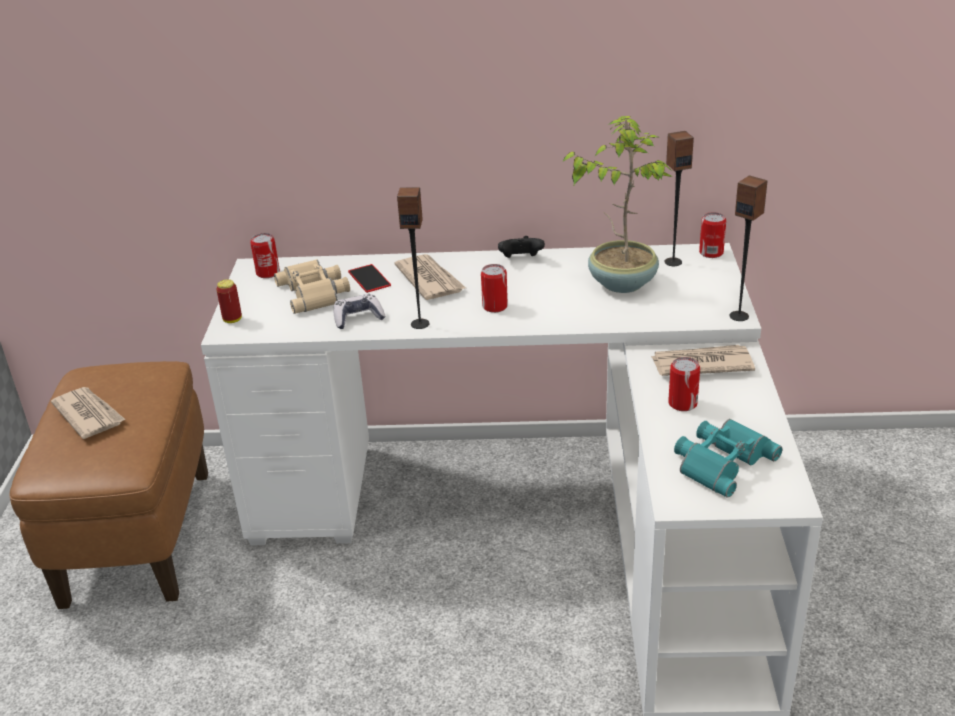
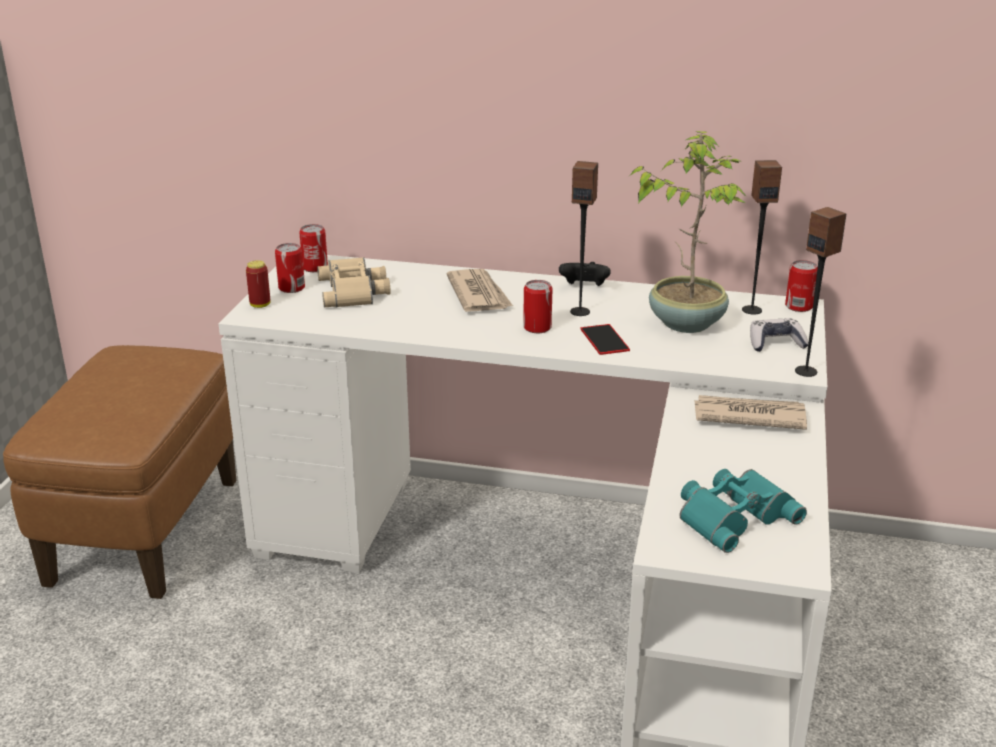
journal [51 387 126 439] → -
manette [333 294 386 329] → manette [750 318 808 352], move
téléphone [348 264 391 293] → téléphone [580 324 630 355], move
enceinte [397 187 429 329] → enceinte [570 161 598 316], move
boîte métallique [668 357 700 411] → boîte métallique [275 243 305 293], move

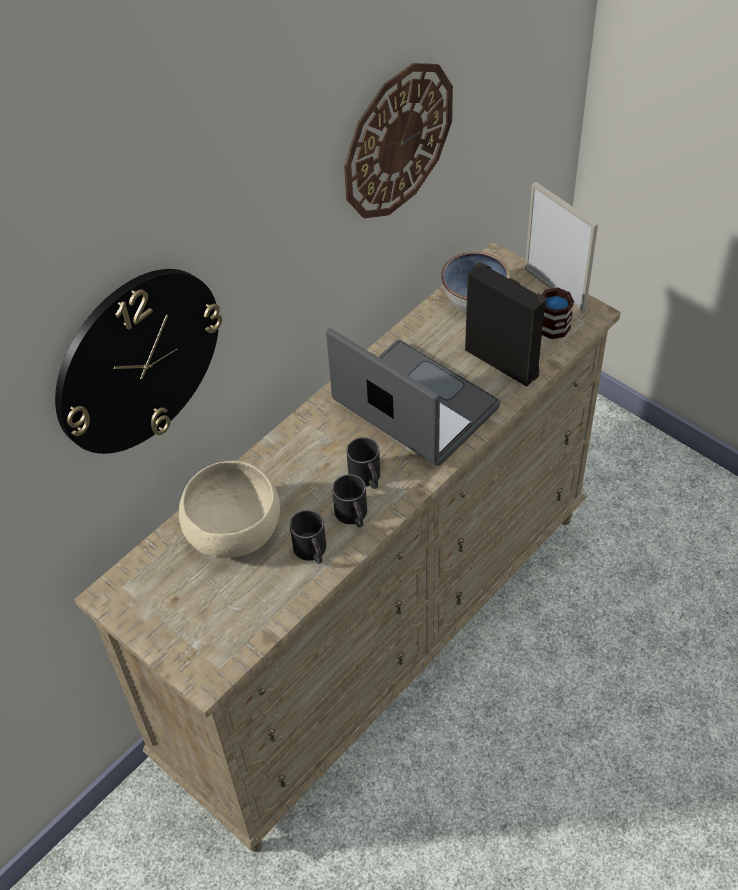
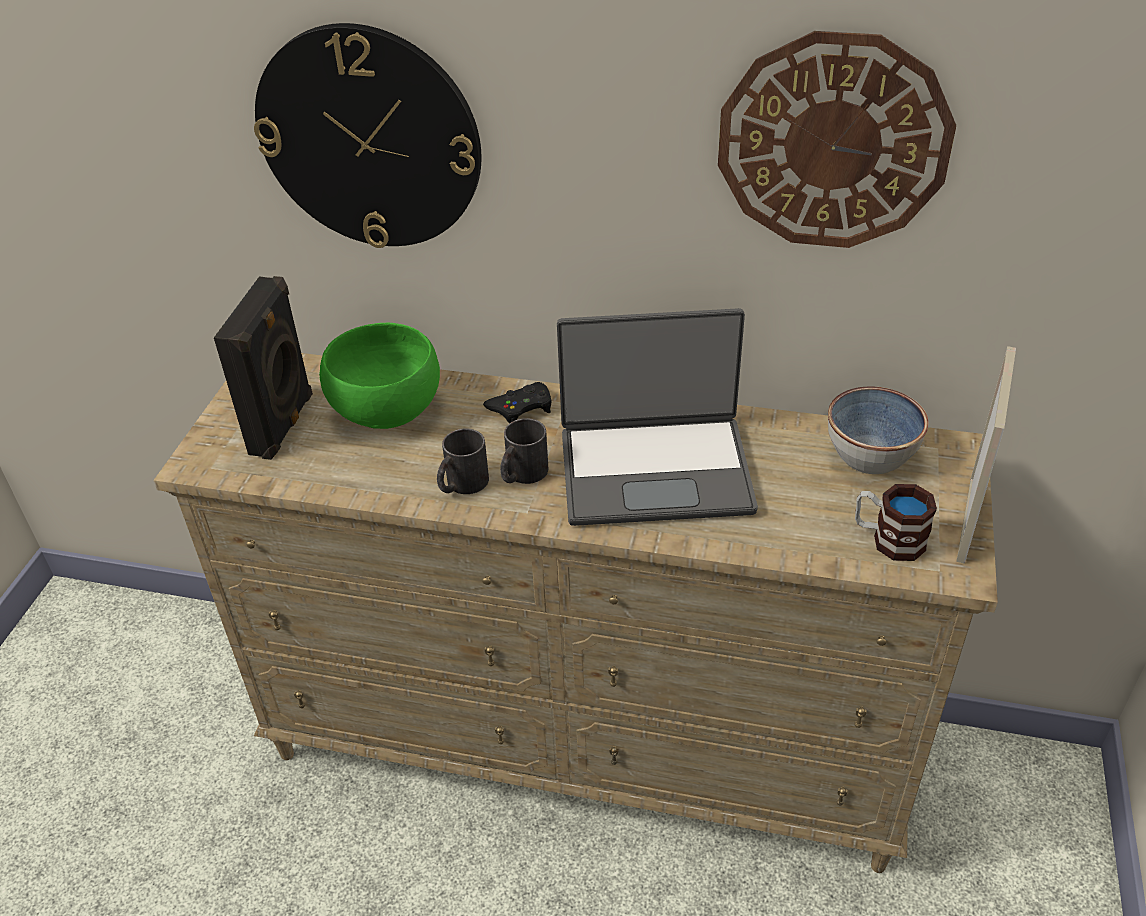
mug (noir) [290 510 326 564] → -
- → manette (noir) [483 382 551 424]
enceinte (noir) [465 261 547 387] → enceinte (noir) [214 276 313 460], move
bol (beige) [179 461 280 558] → bol (vert) [319 323 440 429]
ordinateur portable [326 328 501 466] → ordinateur portable [557 308 758 526], 75 degrees clockwise

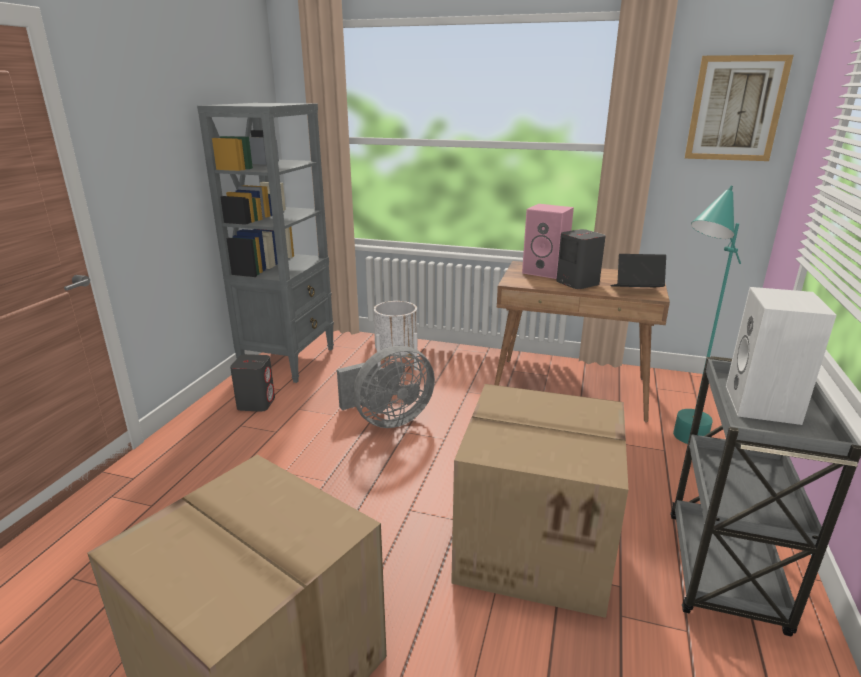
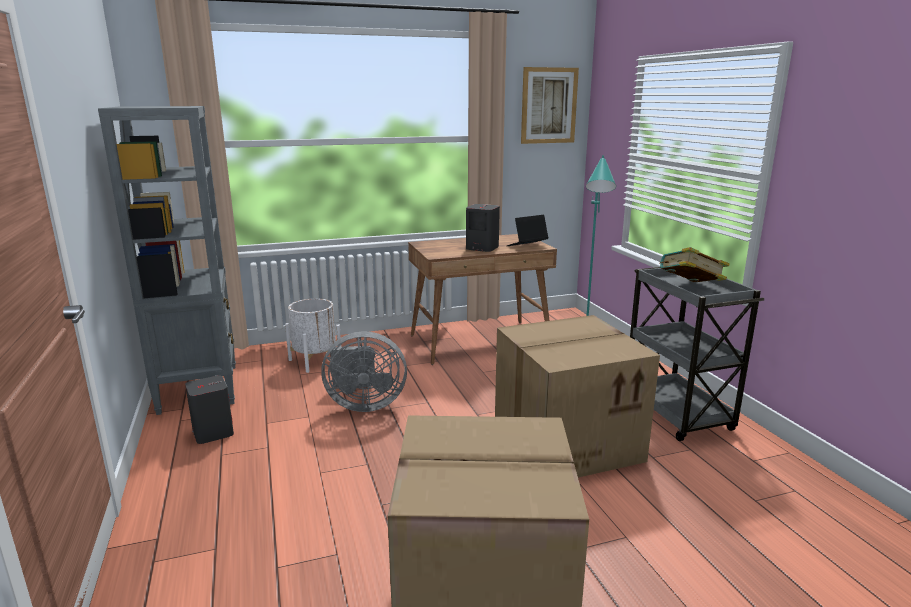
enceinte (rose) [522 204 574 279] → -
enceinte (blanc) [726 287 836 425] → livre [659 247 730 282]
ventilateur (gris) [337 346 435 428] → ventilateur (gris) [321 331 407 412], 60 degrees clockwise

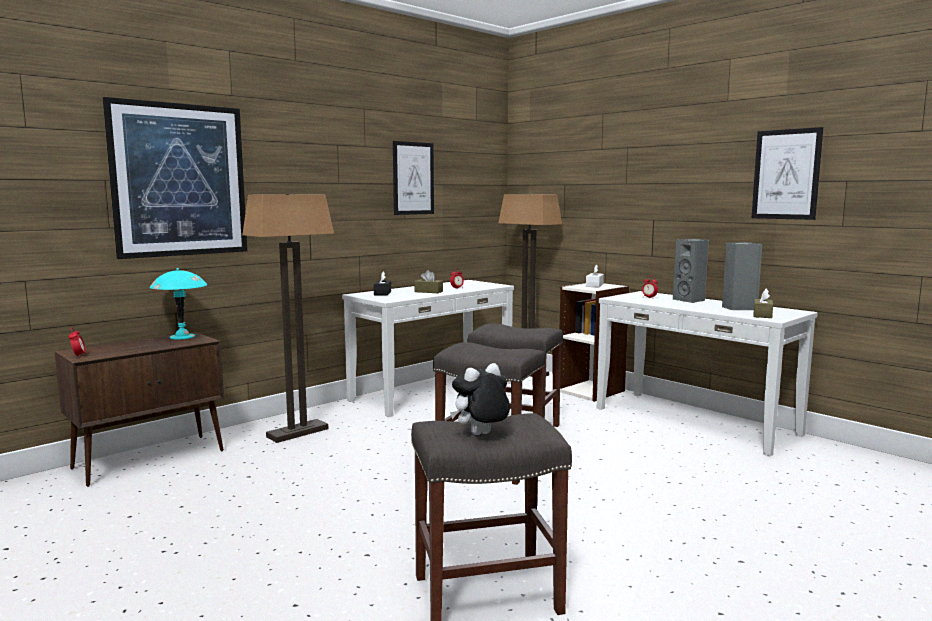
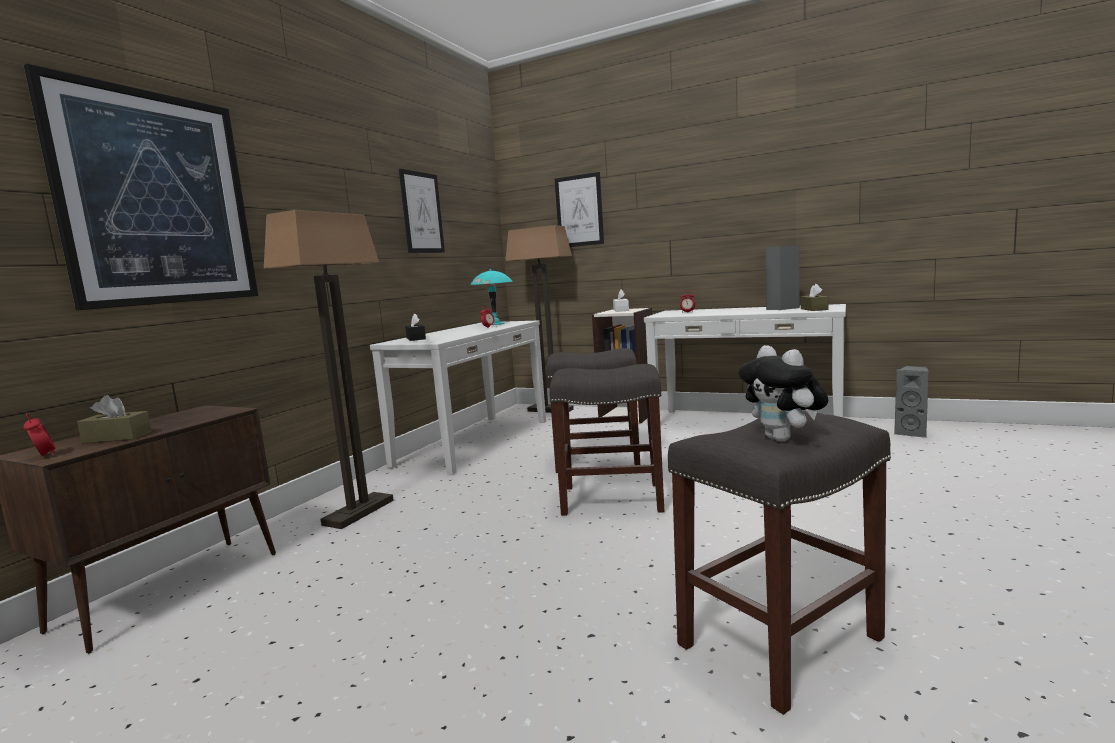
lampe de table (turquoise) [150 268 207 340] → lampe de table (turquoise) [471 269 513 325], move
boîte à mouchoirs (marron) [414 270 443 293] → boîte à mouchoirs (marron) [77 395 152 444], move
enceinte (gris) [673 239 709 303] → enceinte (gris) [894 366 929 438], move
tableau [752 127 823 220] → tableau [555 172 604 247], move
peluche [450 363 510 435] → peluche [738 345 828 442], 60 degrees counterclockwise

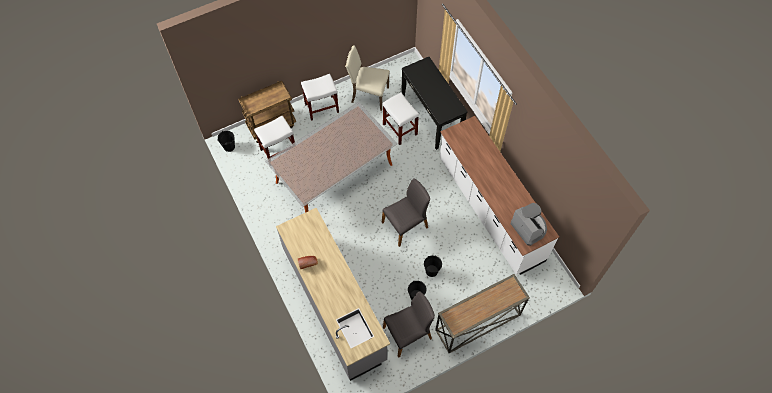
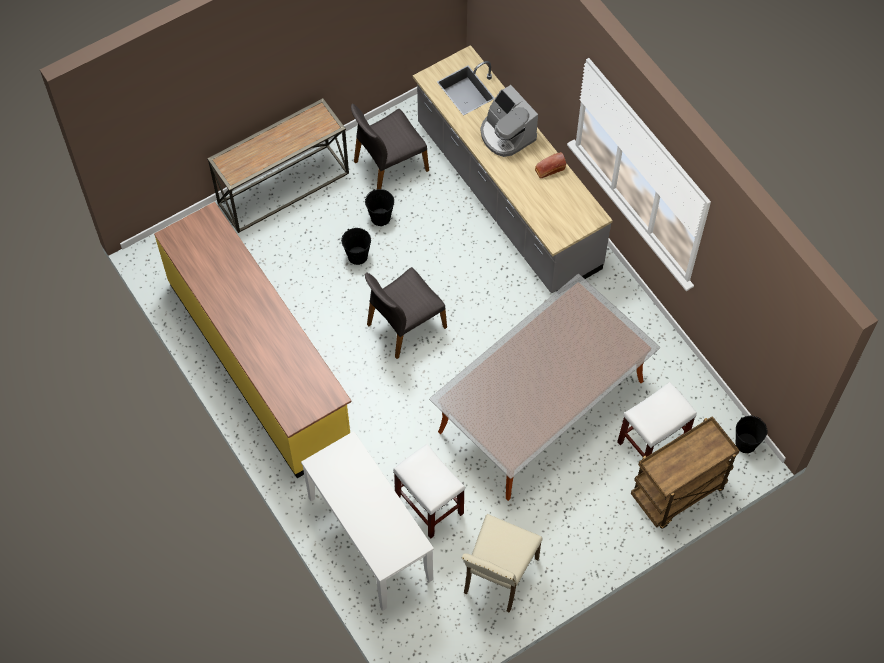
tabouret (blanc) [301 74 339 121] → -
machine à café [511 203 547 246] → machine à café [480 85 538 157], move
table console (noir) [401 57 468 150] → table console (blanc) [301 431 434 611]
comptoir de cuisine (blanc) [440 116 559 275] → comptoir de cuisine (jaune) [154 202 351 478]
chaise (beige) [345 45 390 111] → chaise (beige) [462 514 543 613], 105 degrees clockwise

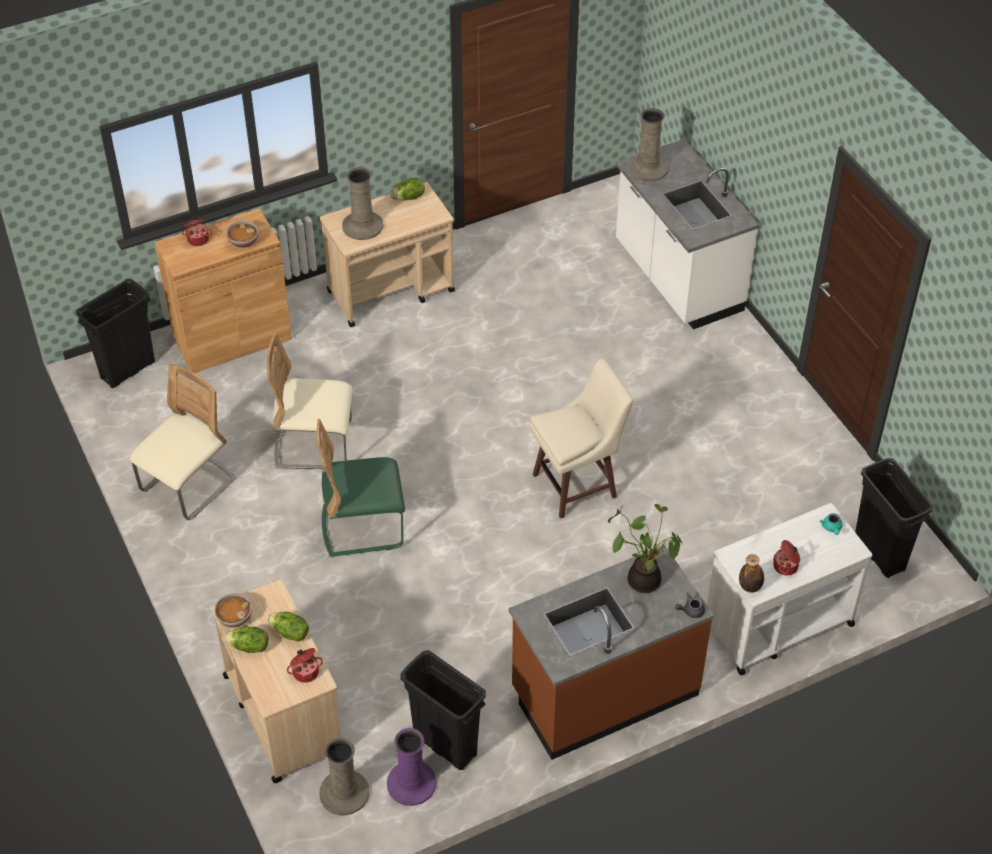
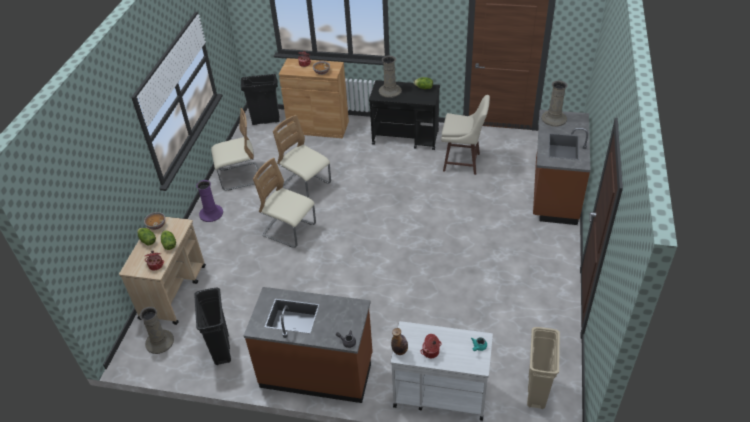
plante en pot [608 504 683 593] → -
vase (violet) [387 728 436 806] → vase (violet) [196 180 223 222], move
tabouret (beige) [529 359 633 519] → tabouret (beige) [441 95 490 175], move
chaise (vert) [317 419 405 557] → chaise (beige) [253 158 316 248]
chariot (beige) [320 182 455 327] → chariot (noir) [369 80 440 150]
comptoir de cuisine (blanc) [616 139 759 329] → comptoir de cuisine (marron) [533 110 590 225]
poubelle (noir) [855 458 934 578] → poubelle (beige) [527 327 560 409]

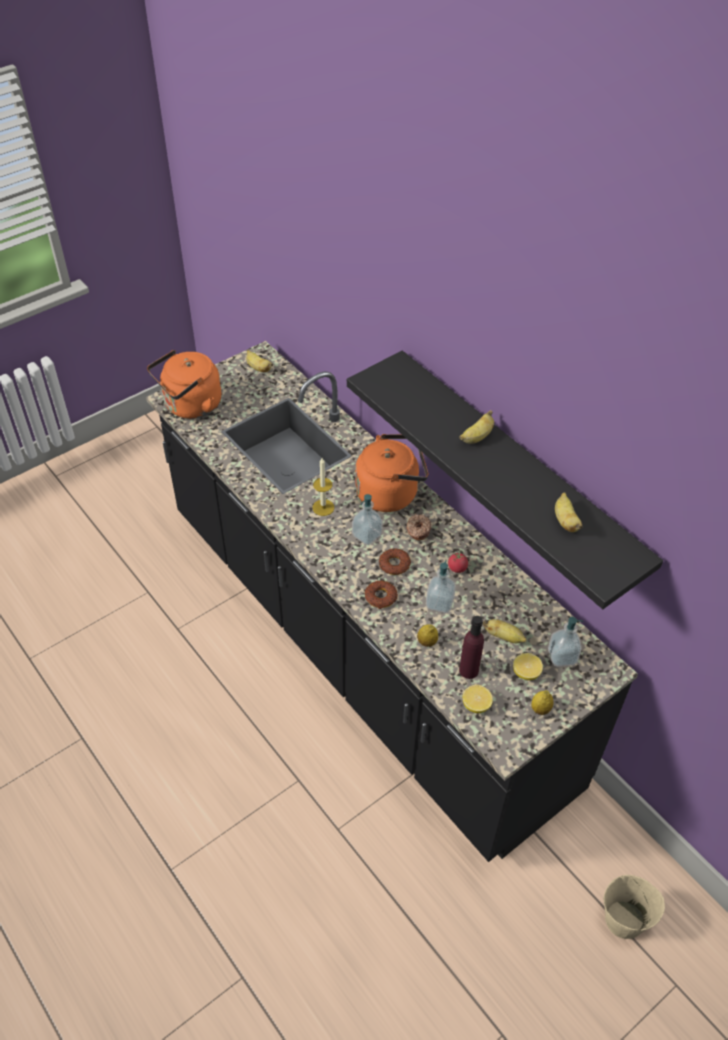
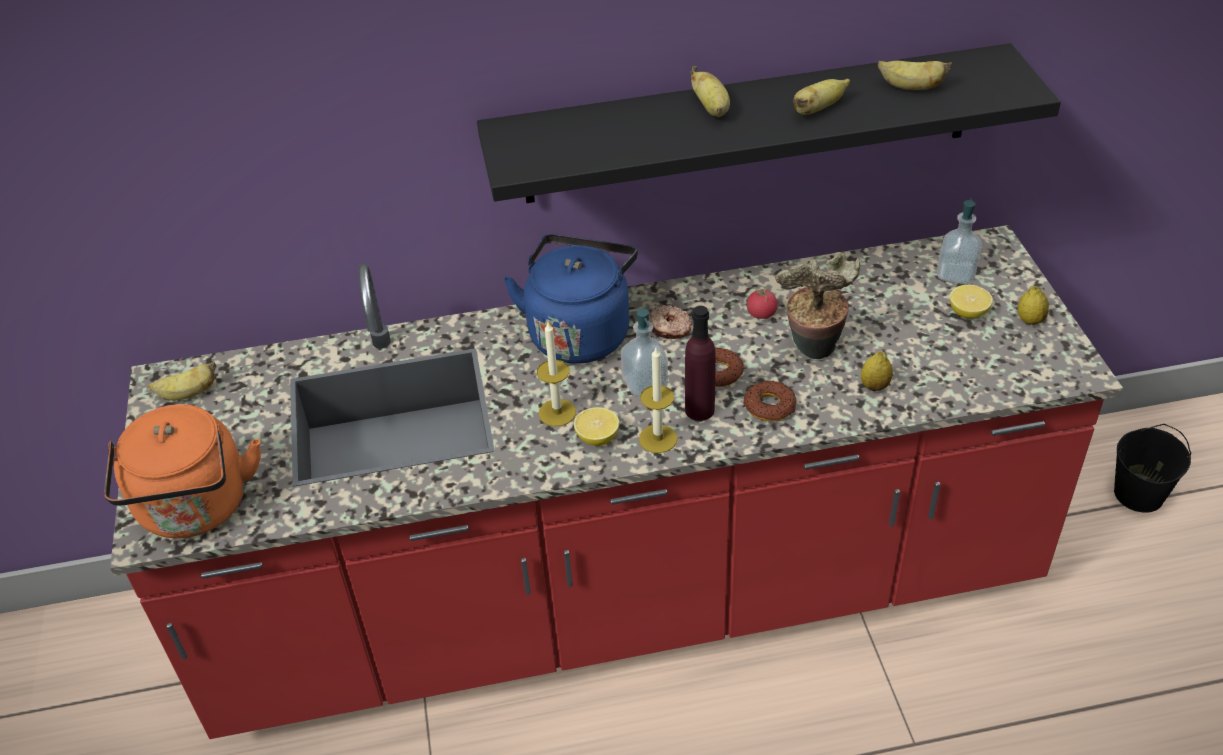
- → bougie [639 348 678 453]
bouteille (violet) [459 616 484 679] → bouteille (violet) [685 306 716 421], move
citron [462 685 493 713] → citron [574 407 619 446], move
banane [483 619 526 643] → banane [793 79 850 115], move
distributeur de savon [426 560 456 613] → plante en pot [775 252 861 359]
comptoir de cuisine (noir) [146 341 638 862] → comptoir de cuisine (rouge) [110 225 1123 739]
bouilloire (orange) [355 434 428 512] → bouilloire (bleu) [504 234 638 363]
seau (beige) [603 875 665 939] → seau (noir) [1114 424 1191 513]

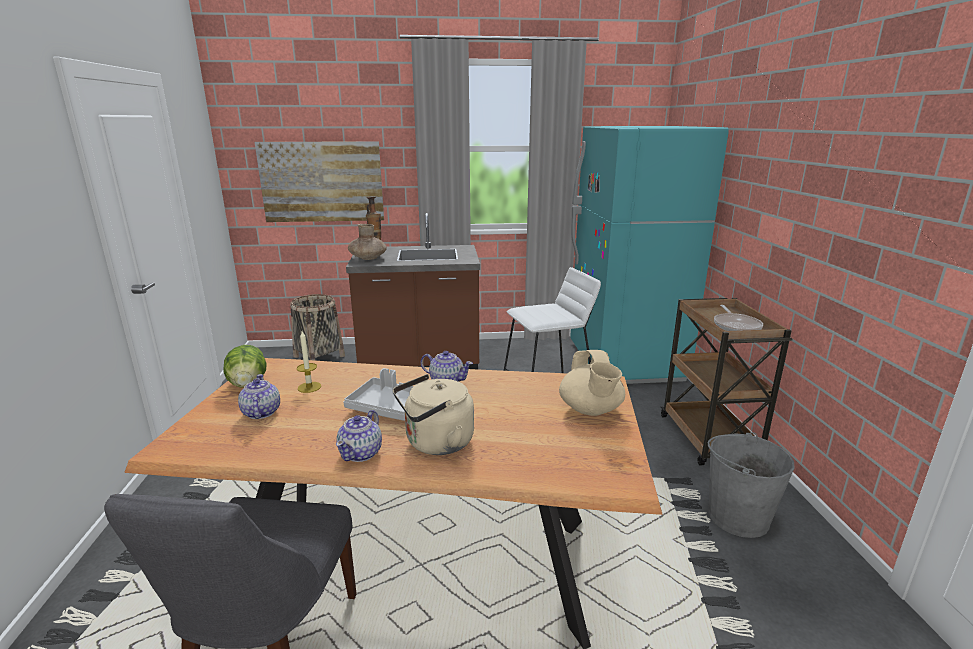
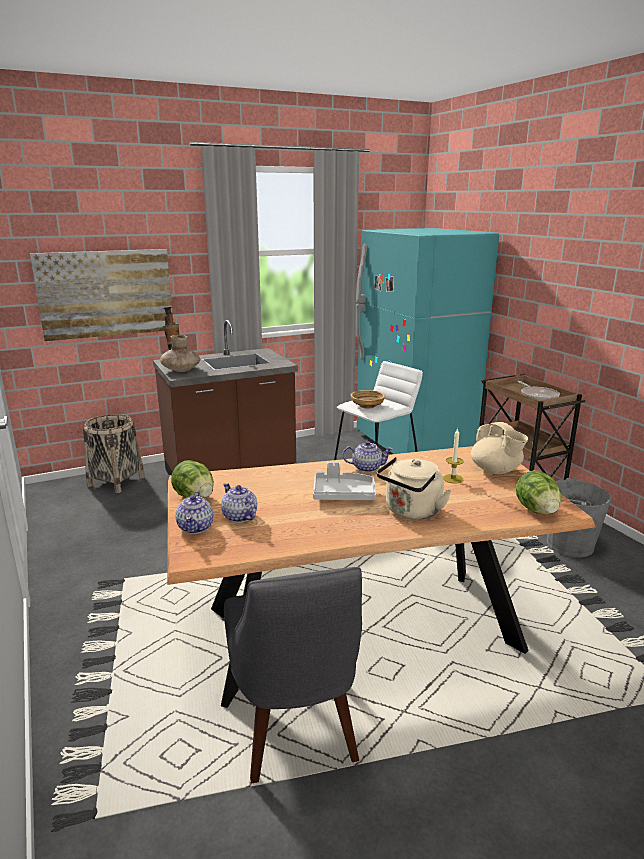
- → bol (beige) [351 390 385 408]
- → laitue [516 470 561 514]
bougie [297 331 321 393] → bougie [443 428 464 483], move
théière [336 410 382 462] → théière [175 491 213 534], move

